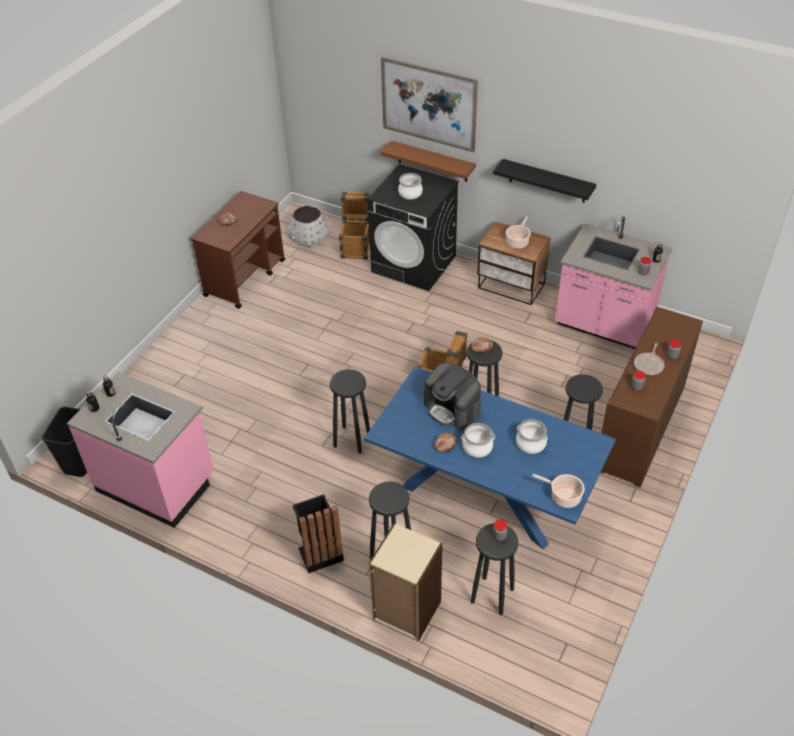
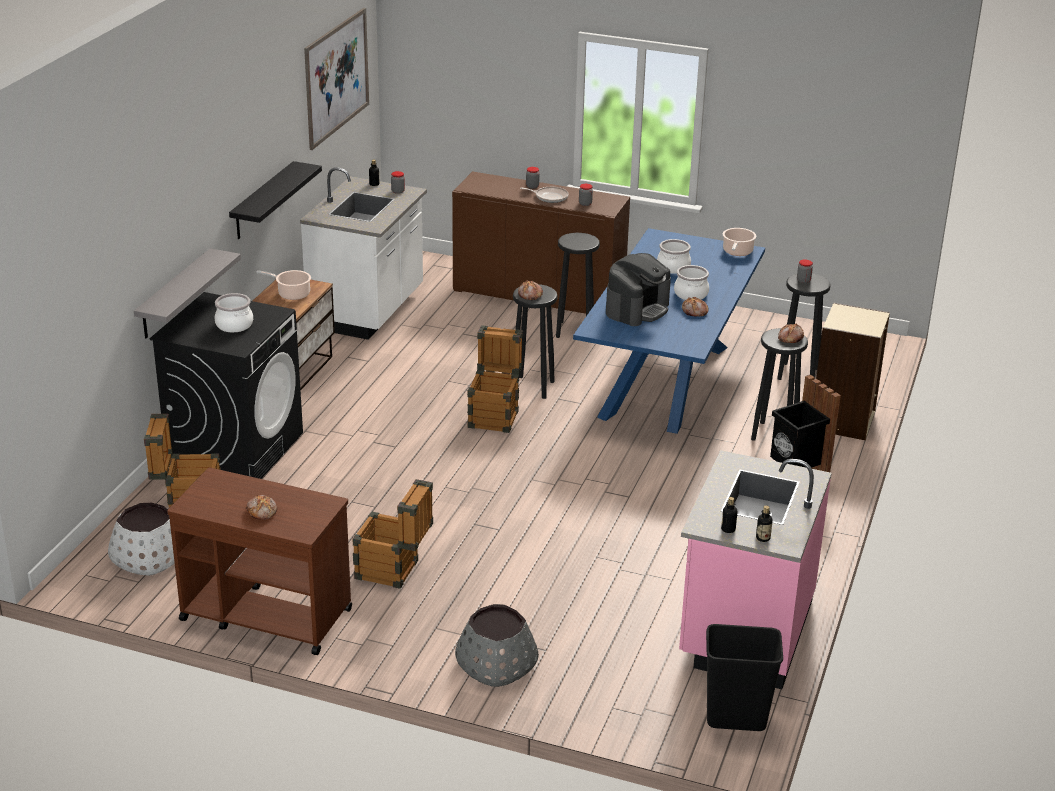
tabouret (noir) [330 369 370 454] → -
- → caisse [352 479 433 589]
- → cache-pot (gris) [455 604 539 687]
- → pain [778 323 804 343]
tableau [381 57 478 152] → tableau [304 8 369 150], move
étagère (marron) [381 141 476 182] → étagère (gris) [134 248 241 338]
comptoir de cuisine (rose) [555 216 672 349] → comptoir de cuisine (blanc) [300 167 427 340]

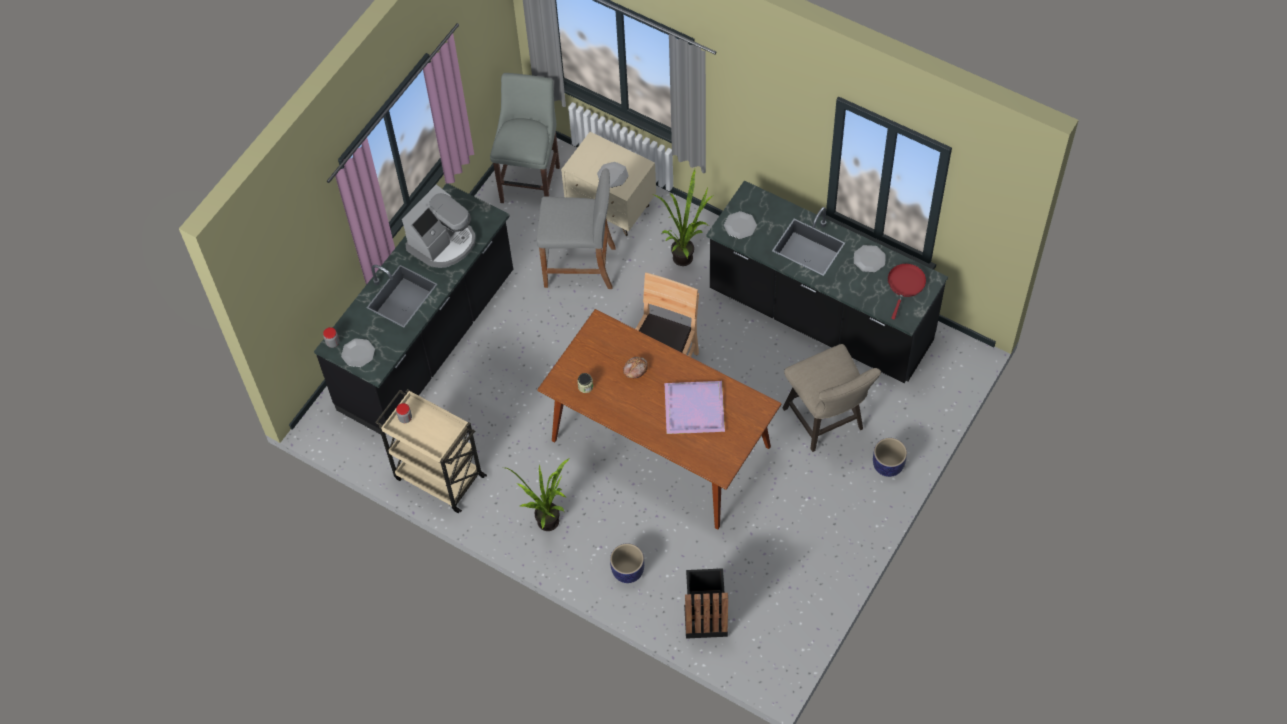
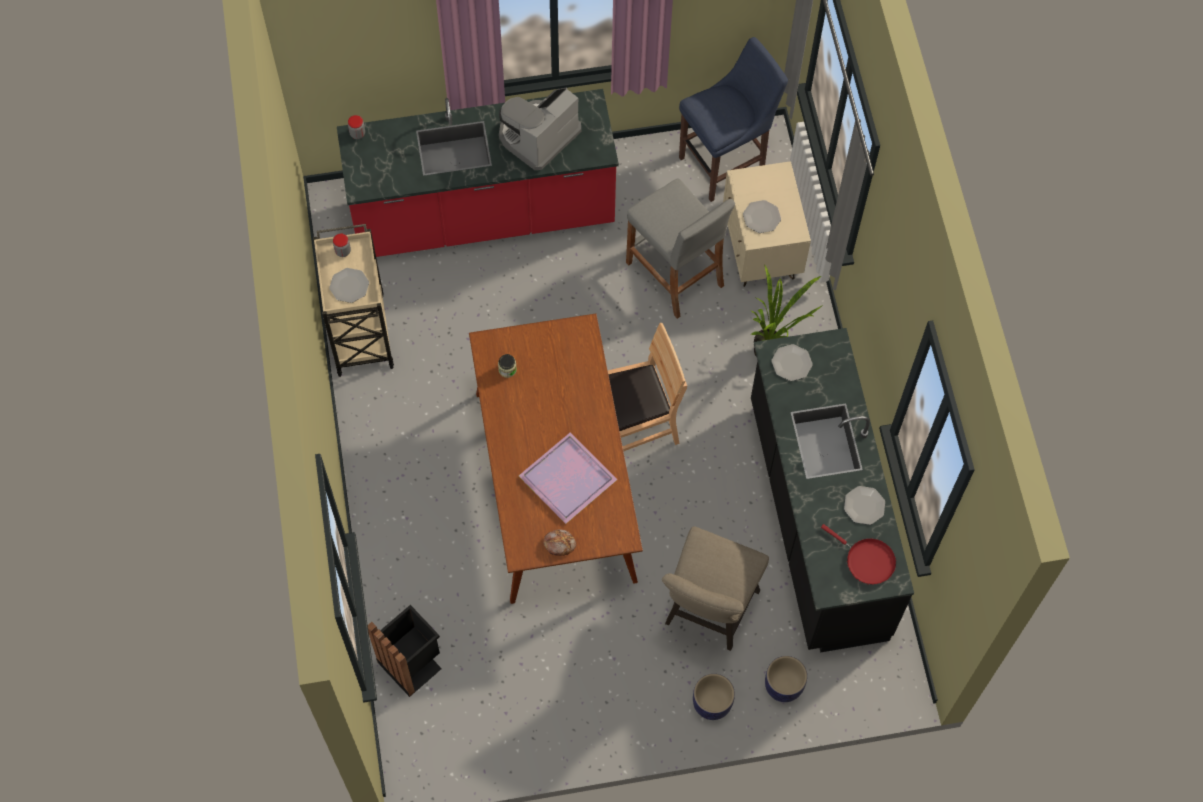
plante en pot [506 458 569 531] → -
assiette [341 338 375 367] → assiette [329 268 369 303], move
cache-pot [610 543 644 583] → cache-pot [765 656 807 702], move
pain [623 357 648 379] → pain [543 529 576 556], move
comptoir de cuisine (noir) [314 183 513 434] → comptoir de cuisine (rouge) [337 89 619 257]
tabouret (gris) [490 73 560 203] → tabouret (bleu) [679 37 788 202]
machine à café [402 184 476 268] → machine à café [499 88 581 170], 135 degrees clockwise
poêle (rouge) [888 263 926 319] → poêle (rouge) [821 524 896 585], 60 degrees clockwise

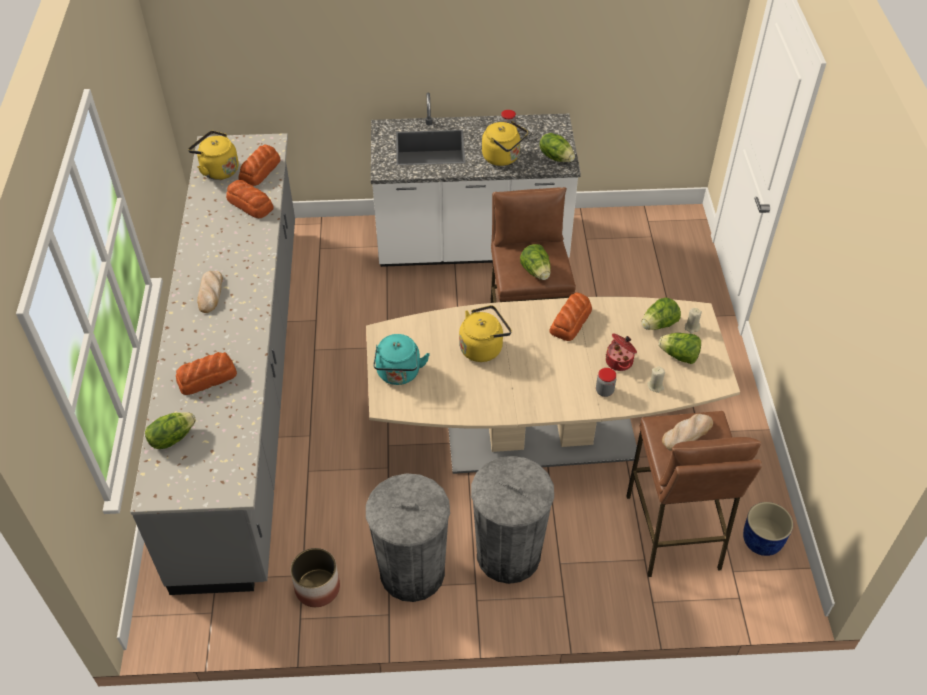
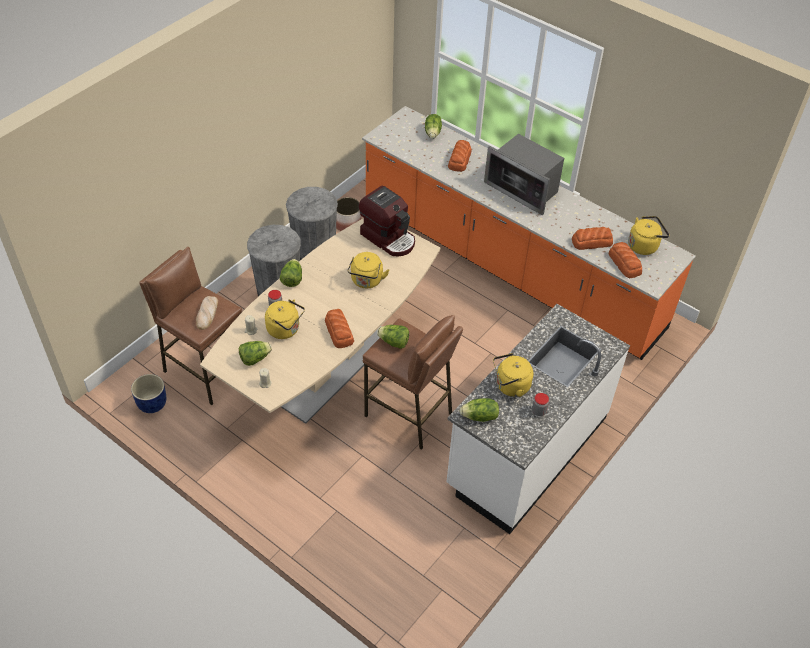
laitue [641 297 681 330] → laitue [280 259 302 287], move
pain [197 271 223 313] → micro-ondes [484 134 564 215]
bouilloire (turquoise) [373 334 430 385] → machine à café [359 186 415 256]
marmite [605 333 637 371] → bouilloire (jaune) [265 299 305 339]
comptoir de cuisine (gris) [130 133 295 595] → comptoir de cuisine (orange) [362 106 696 360]

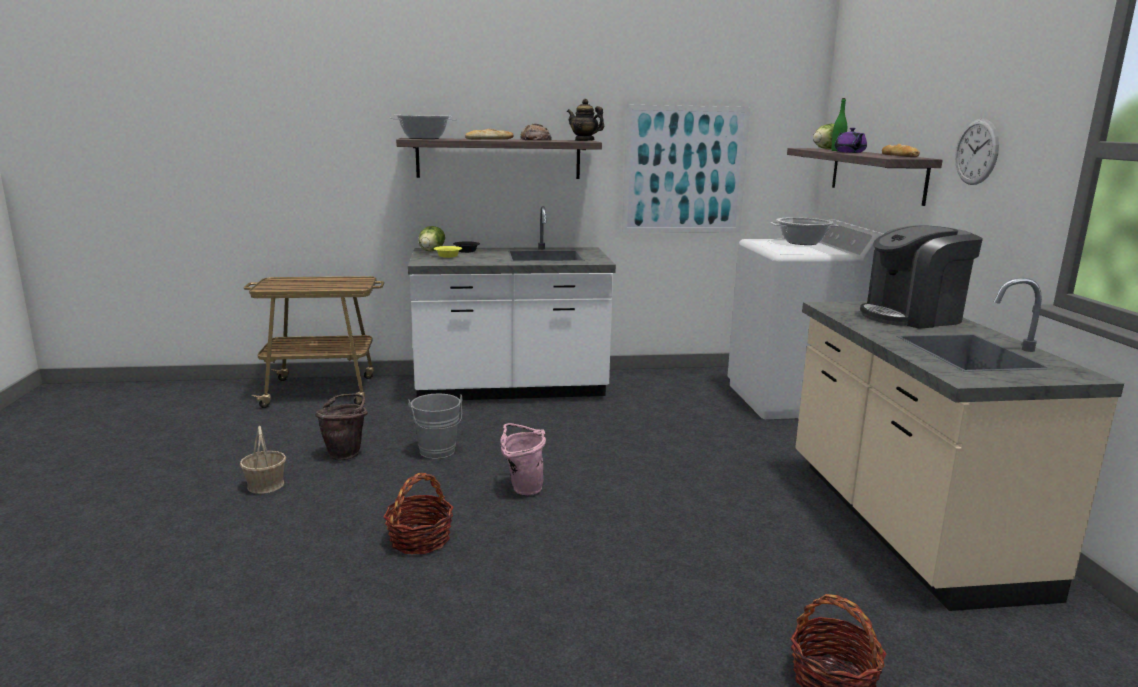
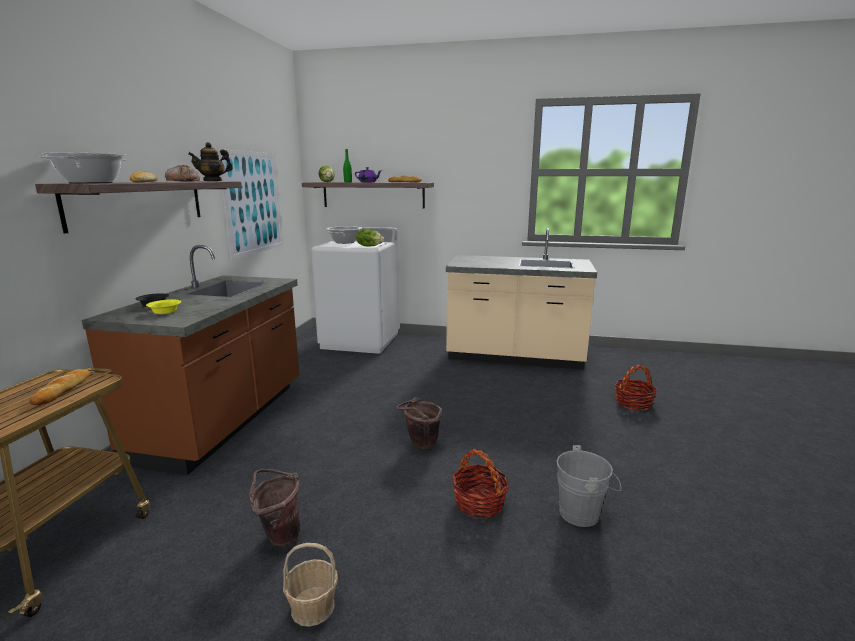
machine à café [860 225 983 328] → -
horloge murale [955 119 999 185] → -
- → pain [29 369 90 405]
seau (gris) [408 393 463 459] → seau (gris) [557 445 621 527], move
laitue [419 226 445 251] → laitue [356 229 384 246], move
comptoir de cuisine (blanc) [408 206 616 400] → comptoir de cuisine (marron) [81 245 299 475]
seau (rose) [500 423 546 495] → seau (marron) [396 397 442 450]

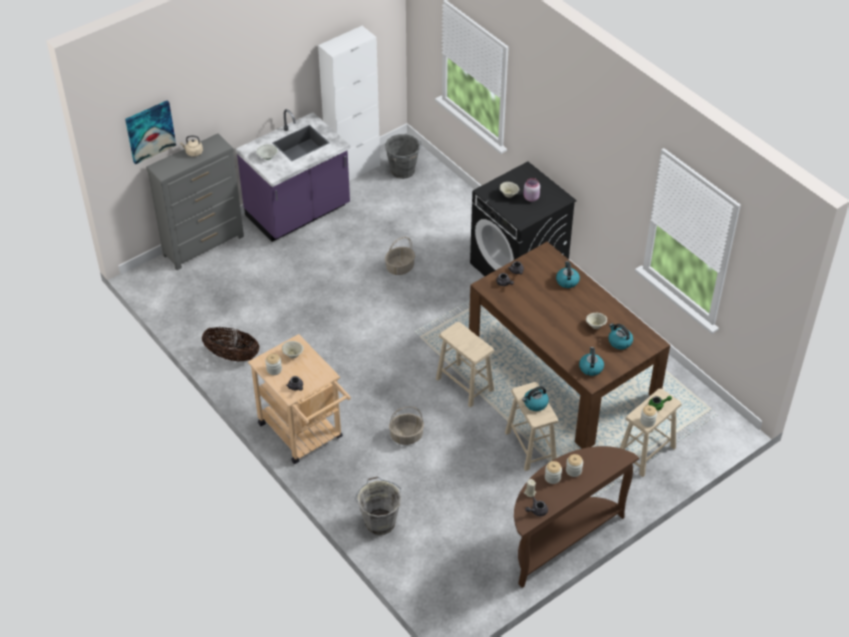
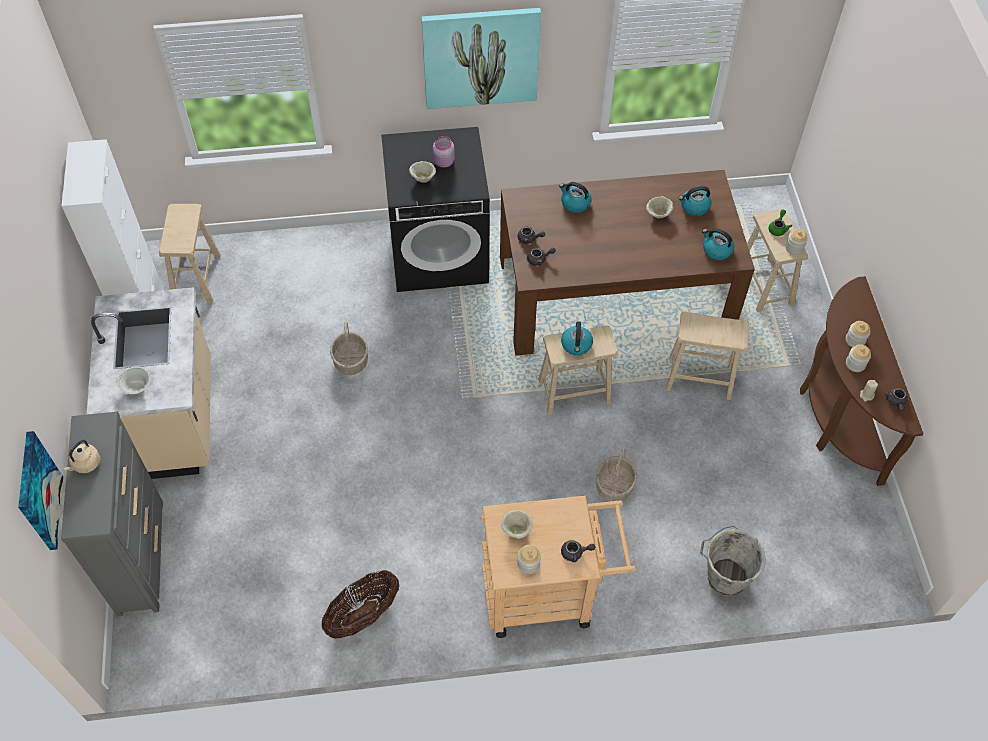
- → tableau [421 8 541 109]
bouilloire [522 386 549 411] → bouilloire [561 321 593 355], move
seau (gris) [385 134 421 179] → tabouret (beige) [159 204 221 303]
comptoir de cuisine (violet) [236 109 350 242] → comptoir de cuisine (beige) [87 287 211 479]

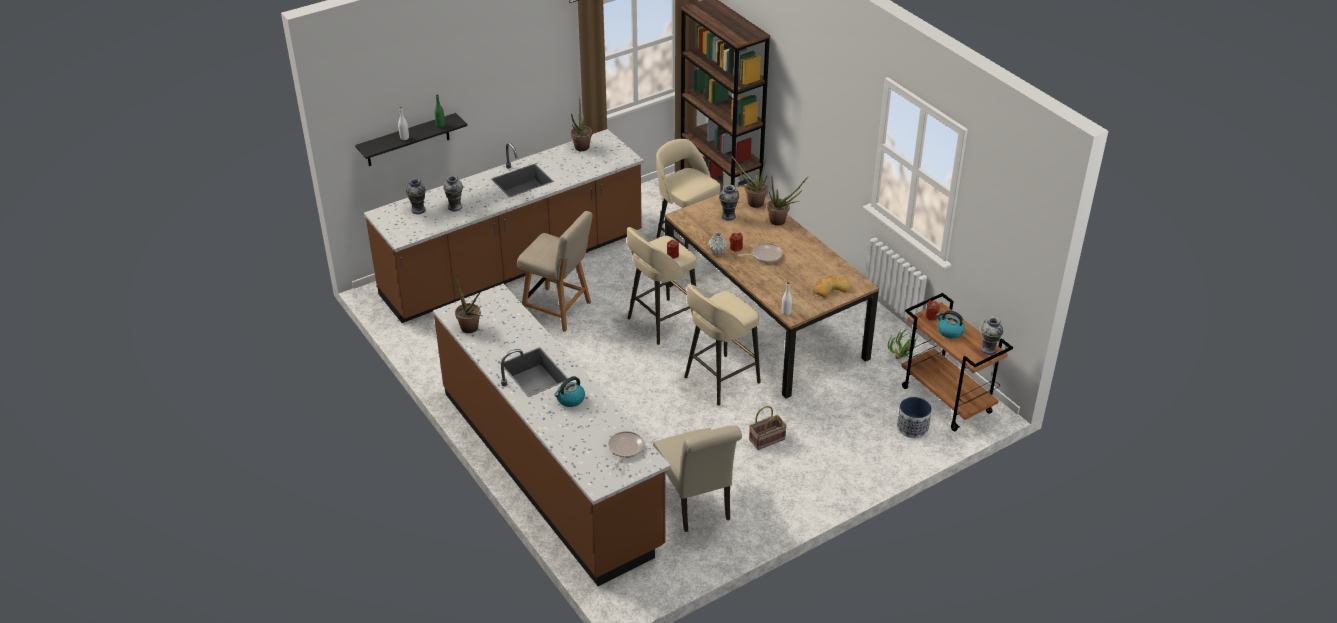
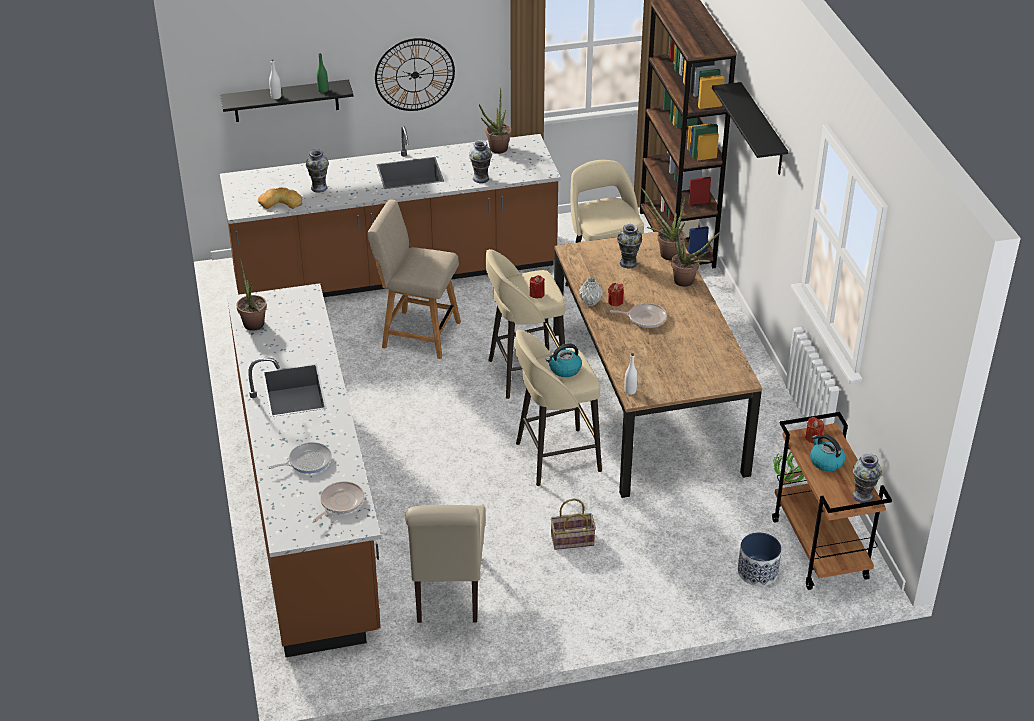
- → poêle [269 442 332 474]
- → horloge murale [375 38 455 111]
- → étagère (noir) [712 82 788 175]
vase [406 178 426 214] → vase [469 140 492 183], move
bouilloire [555 376 585 407] → bouilloire [546 343 582 377], move
pain [813 275 851 298] → pain [258 187 303 209], move
chaise (beige) [517 211 592 332] → chaise (beige) [367 199 461 359], 150 degrees clockwise

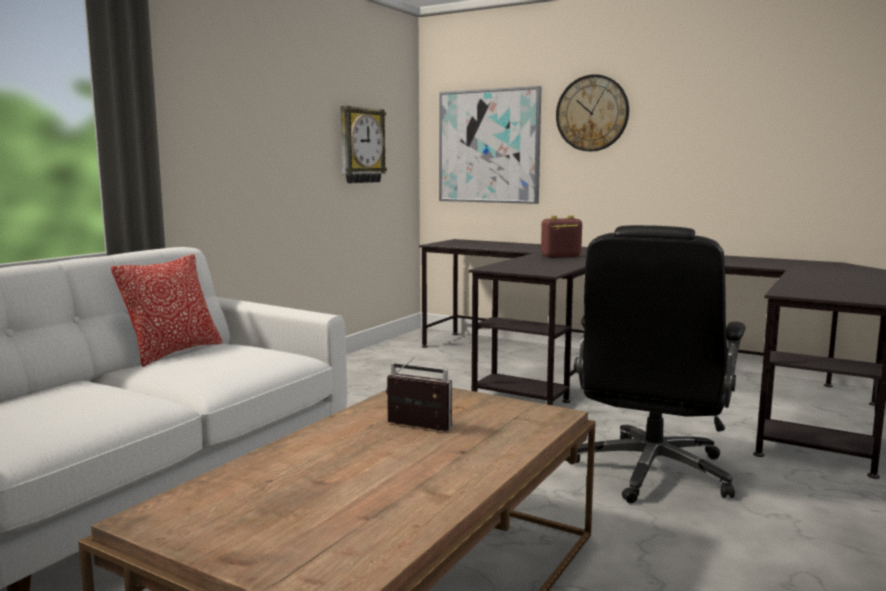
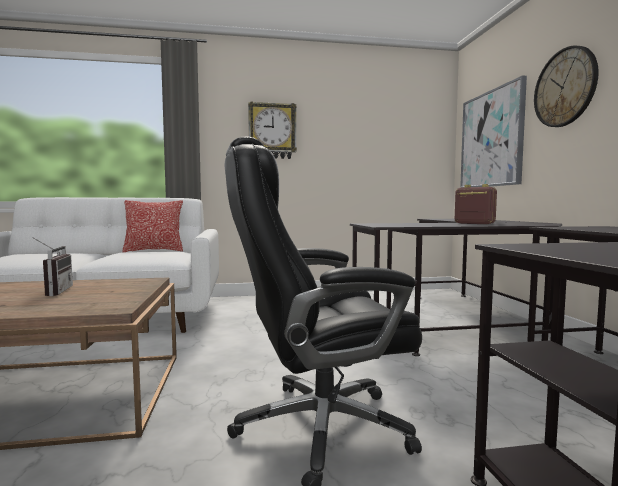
horloge murale [340 106 387 183] → horloge murale [248 101 297 159], move

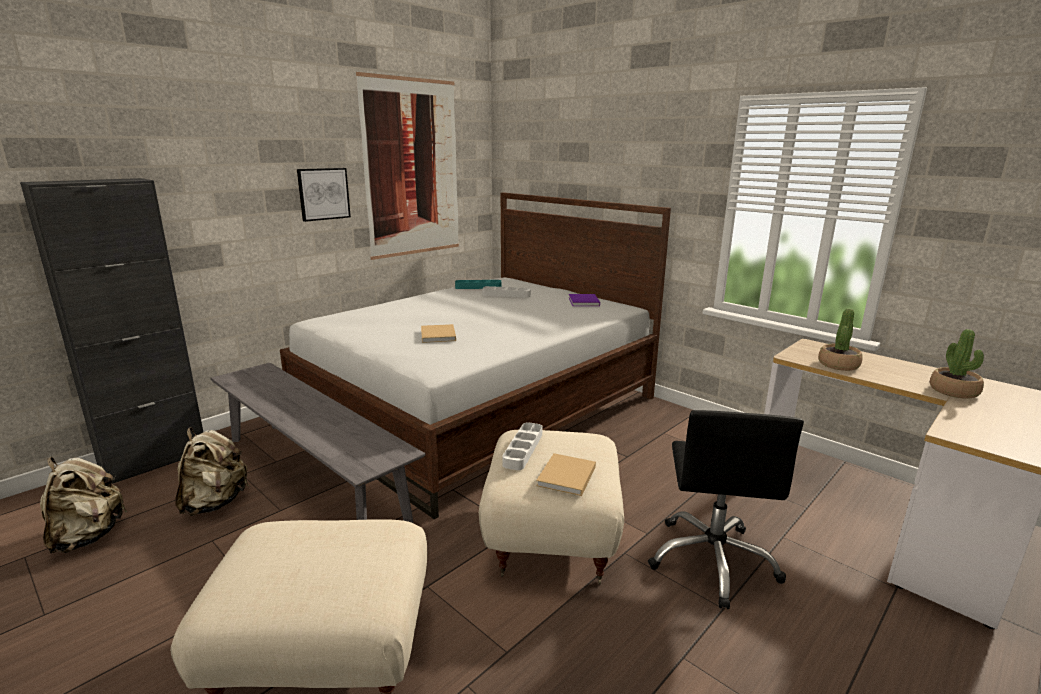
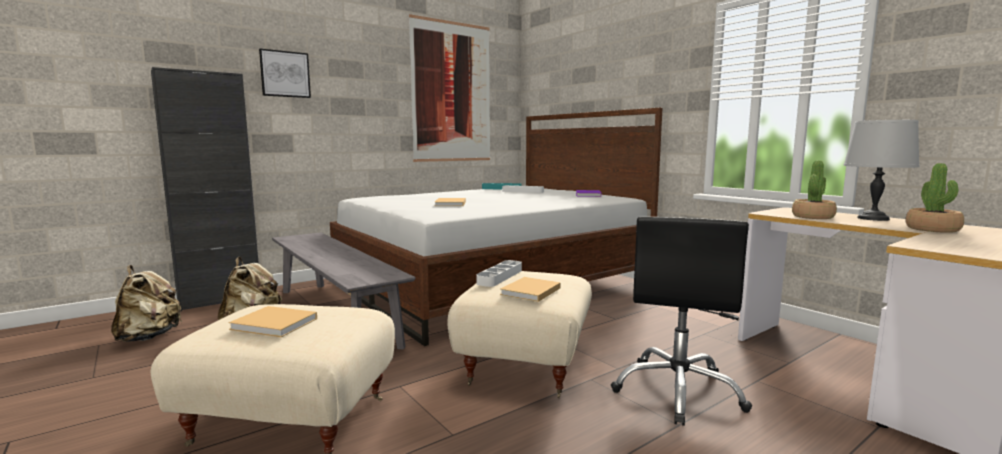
- → livre (beige) [229 306 317 337]
- → lampe de table (gris) [843 120 919 221]
tableau [297 168 351 222] → tableau [259 49 311 98], move

